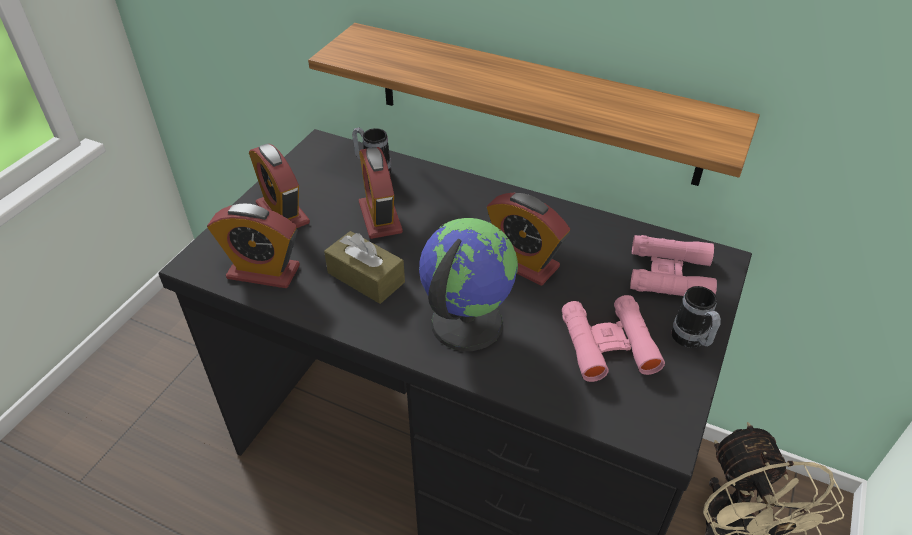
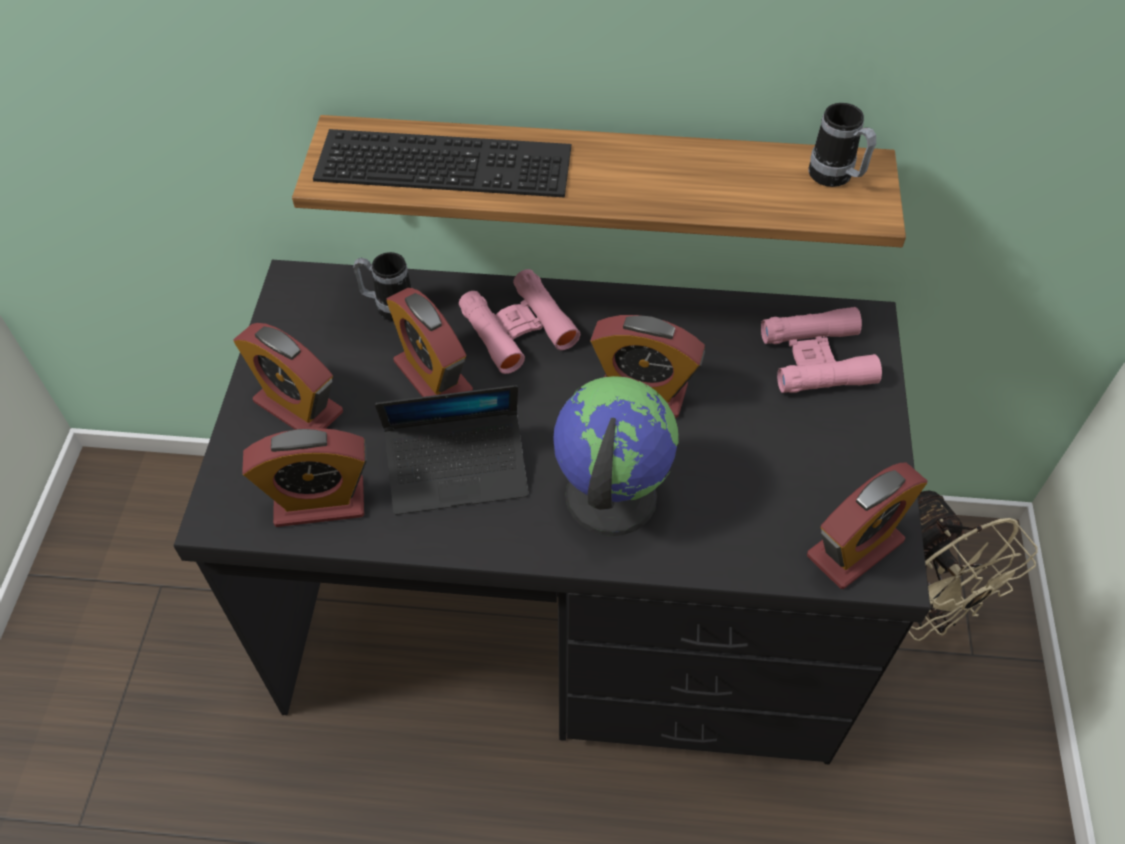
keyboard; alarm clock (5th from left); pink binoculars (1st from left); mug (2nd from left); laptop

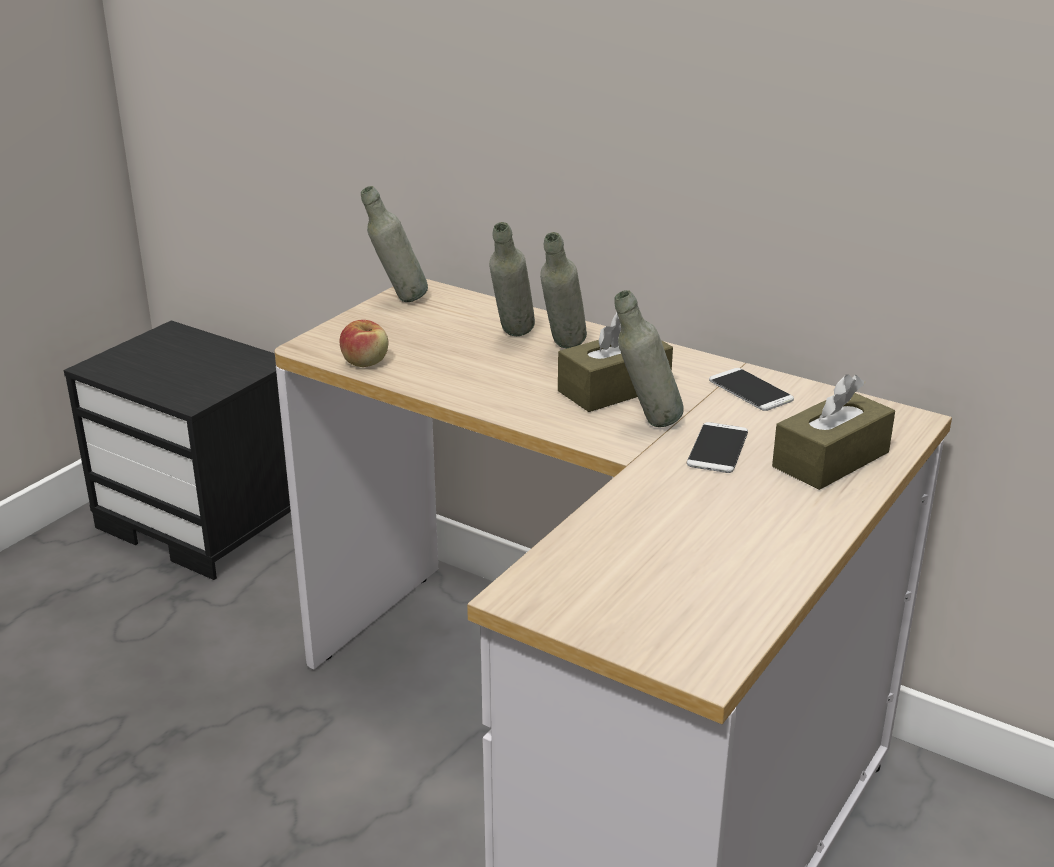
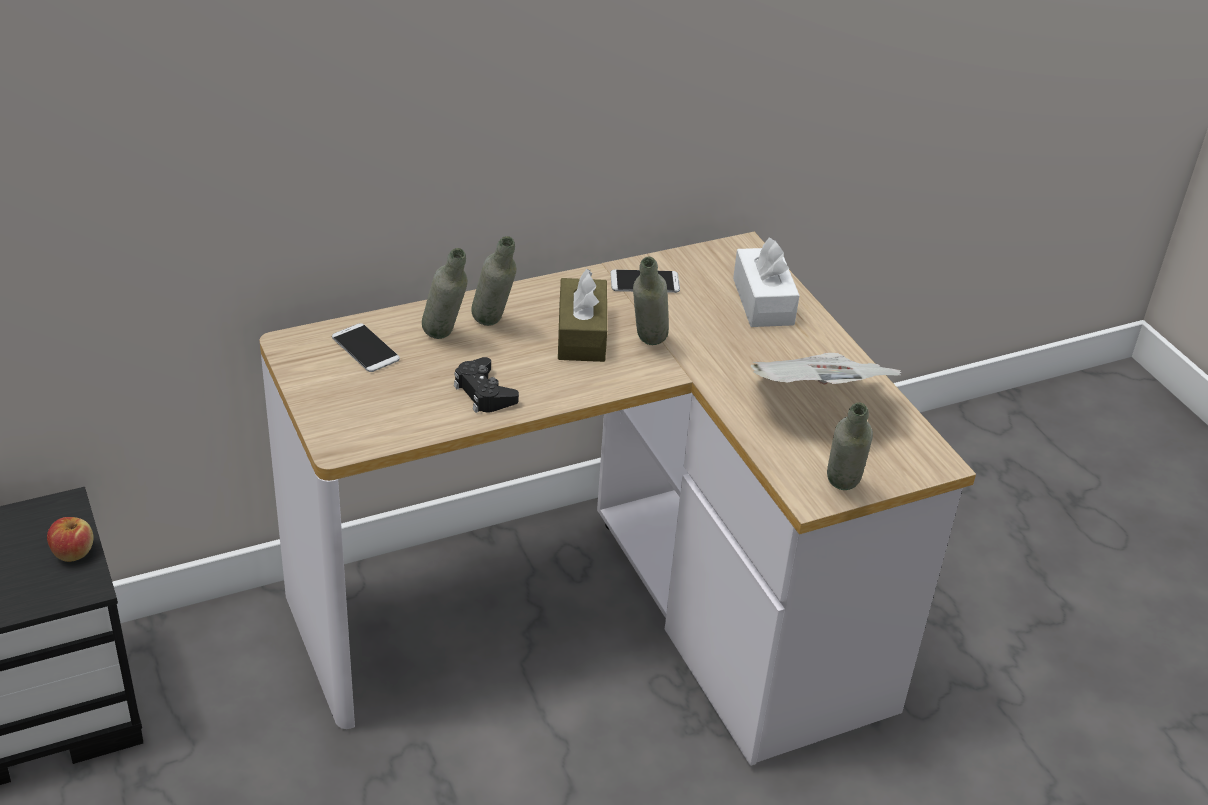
black game controller; newspaper; apple; grey bottle (4th from left); phone (1st from left); white tissue box

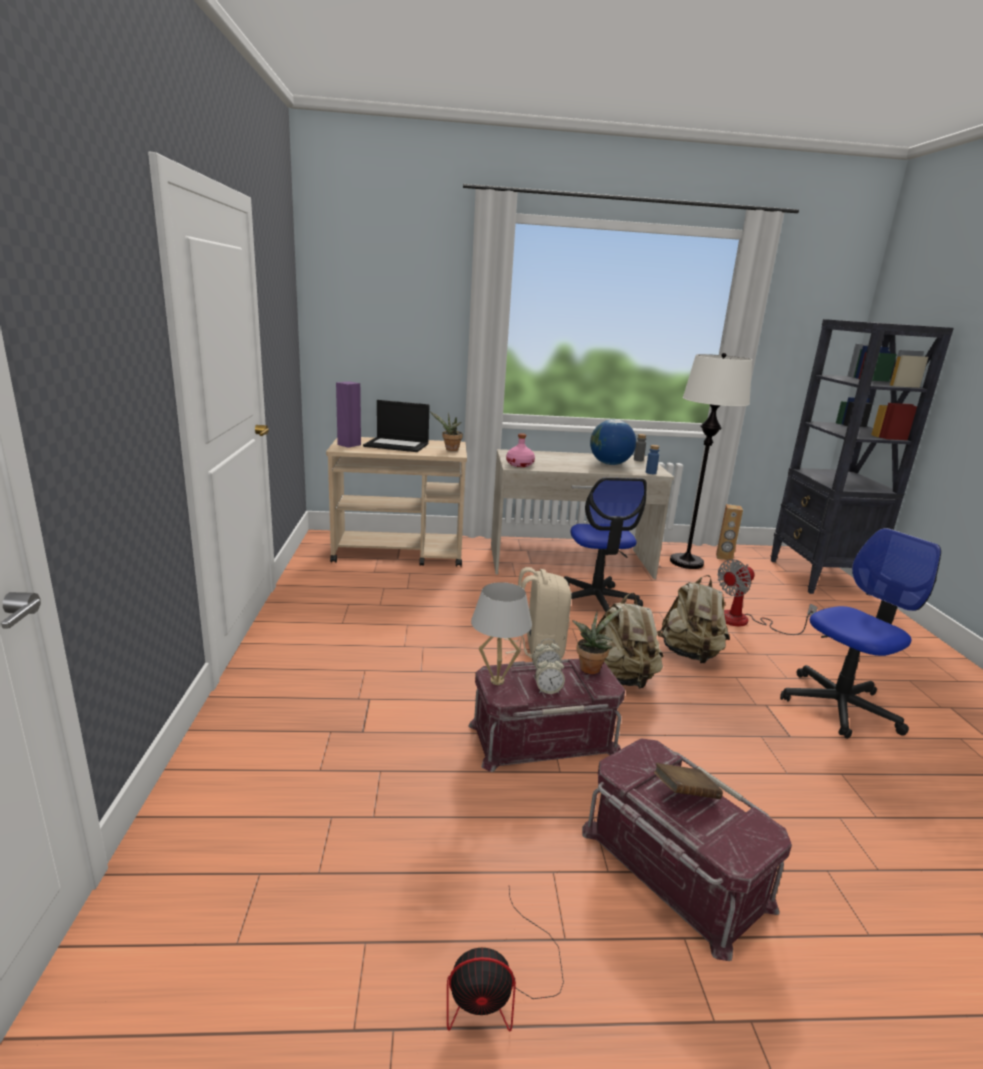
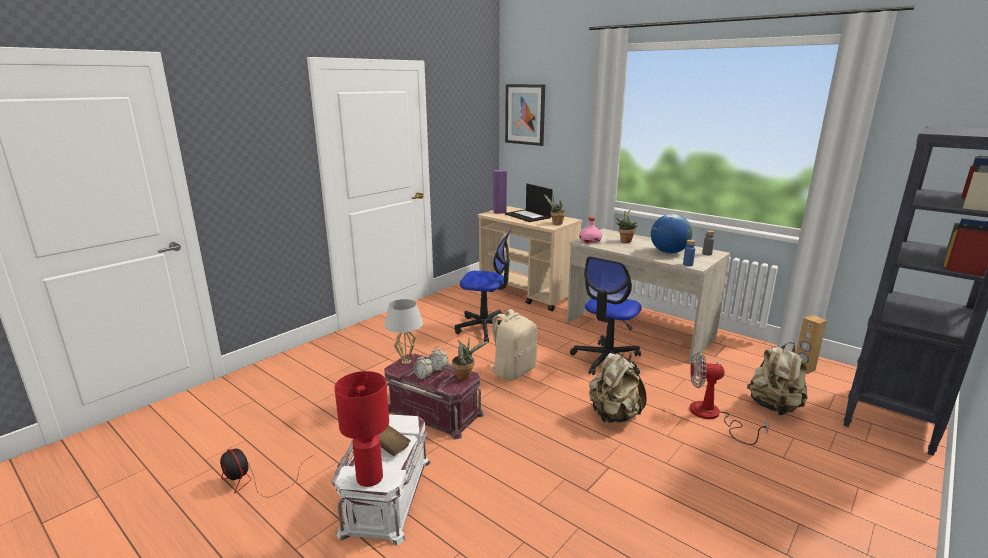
white floor lamp; red table lamp; picture; potted plant (3rd from left); beige backpack (3rd from left); office chair (1st from left); white storage box

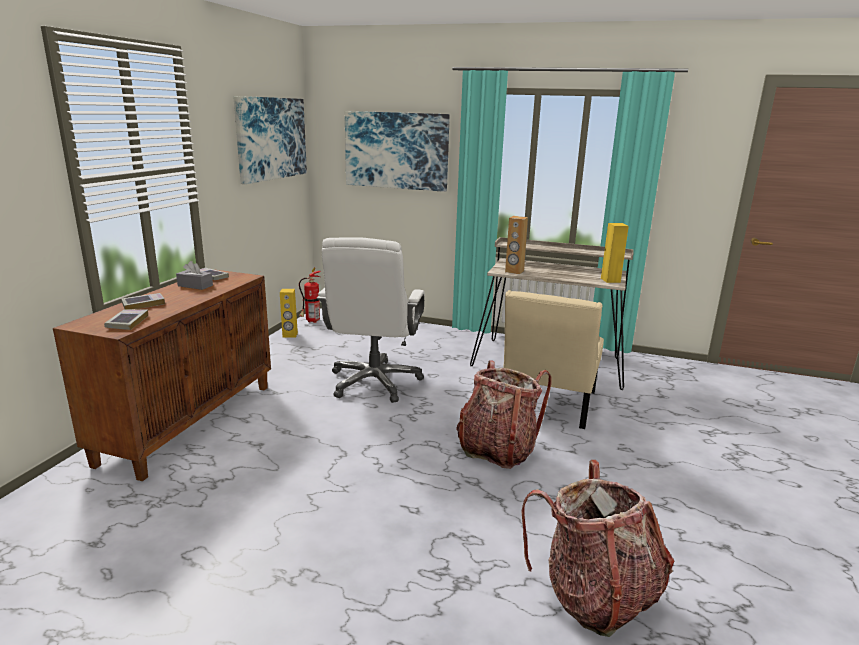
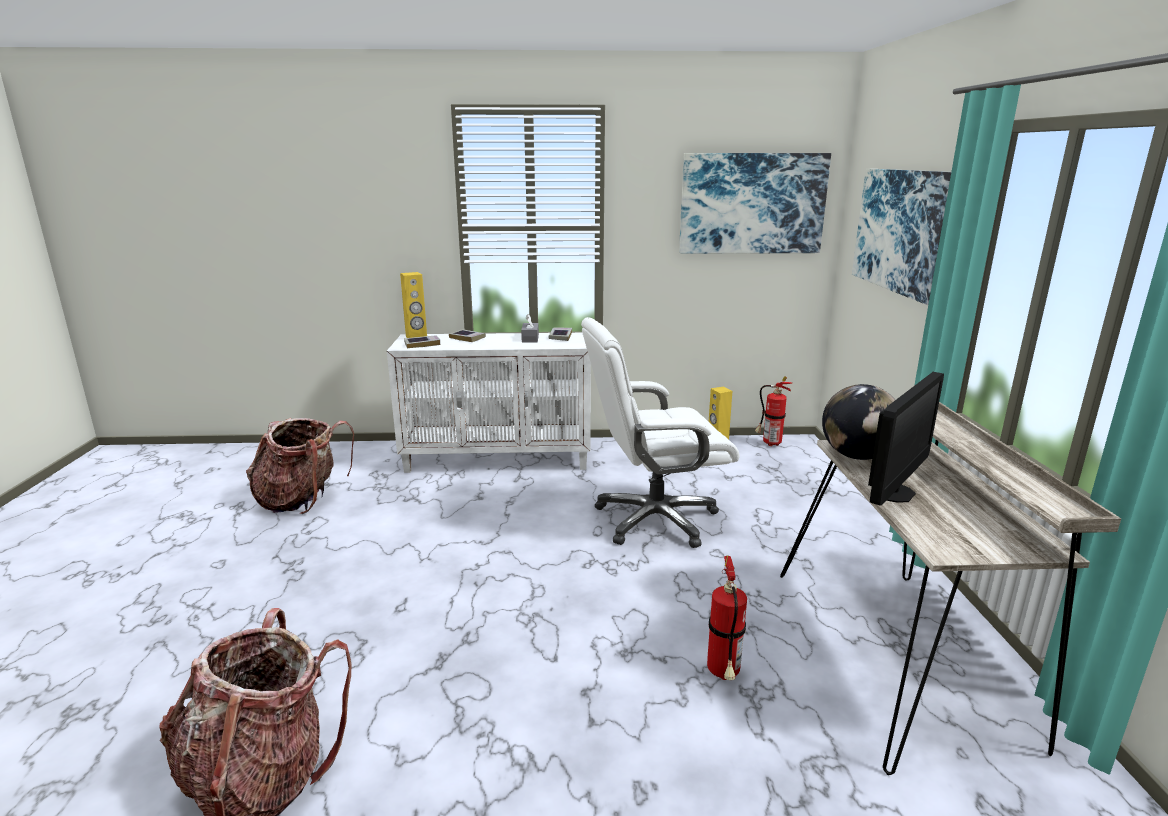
monitor; backpack (2nd from left); yellow speaker (1st from left); fire extinguisher (1st from left); globe; white cabinet

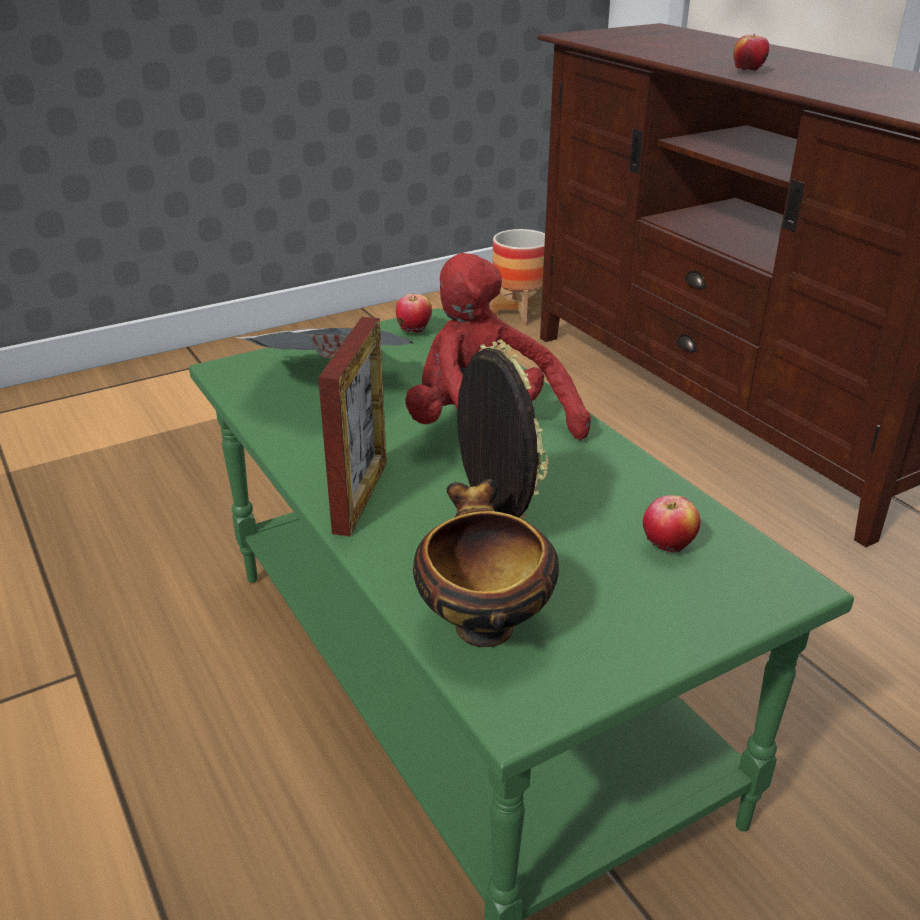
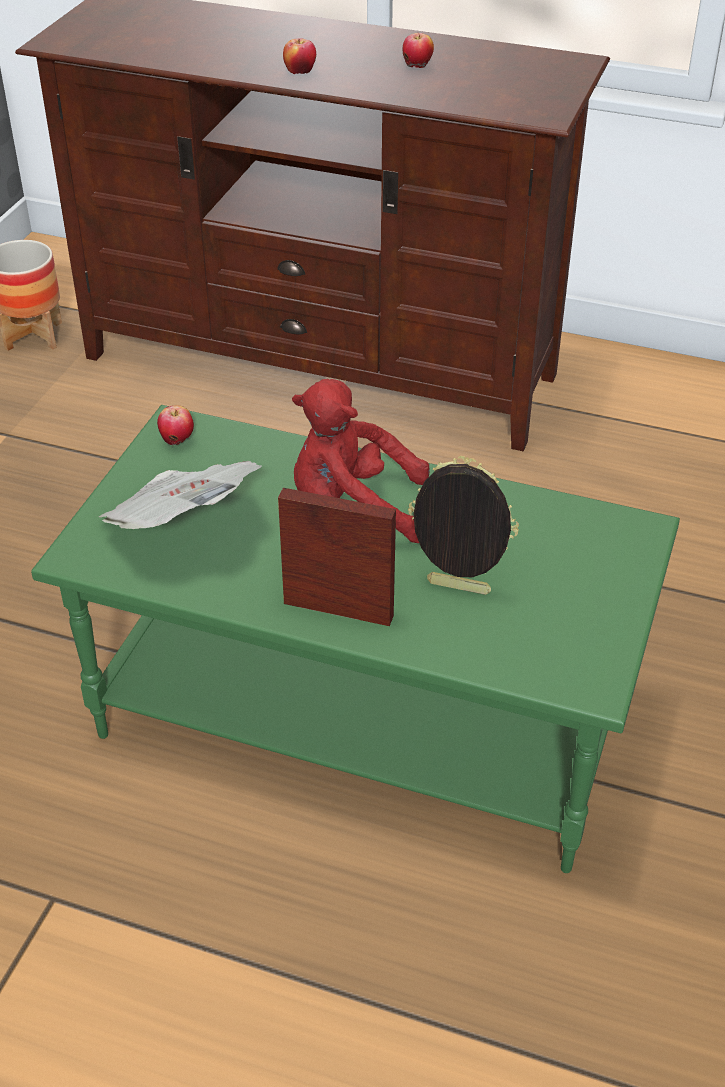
bowl; apple (3rd from left); picture frame (1st from left)

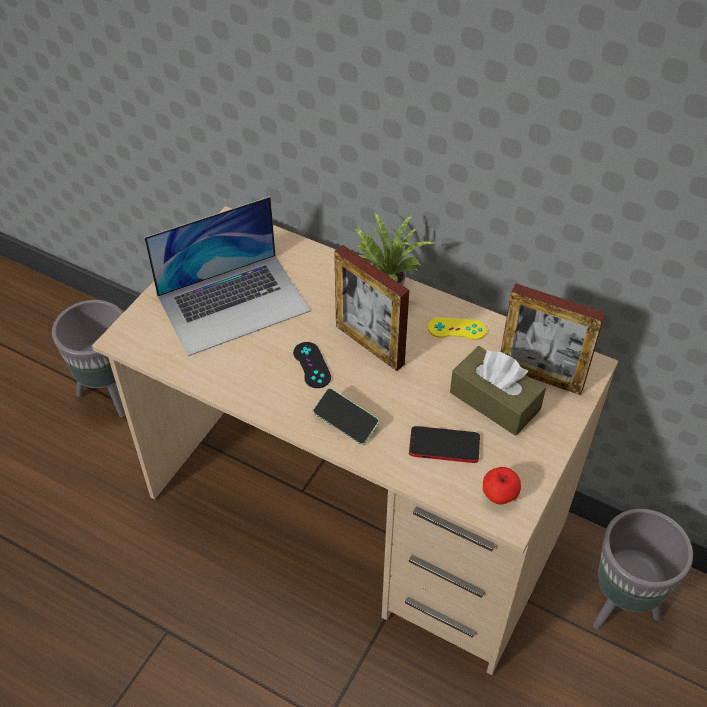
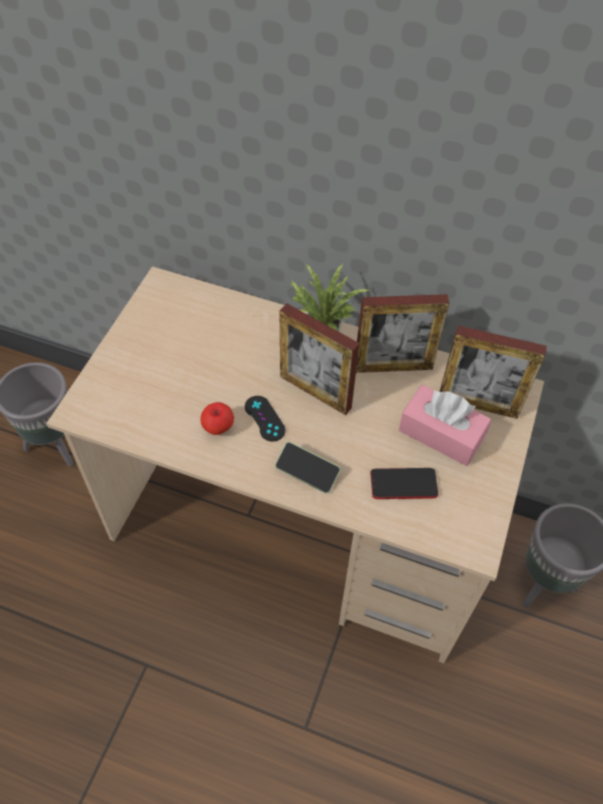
laptop; apple; picture frame (2nd from left); pink tissue box

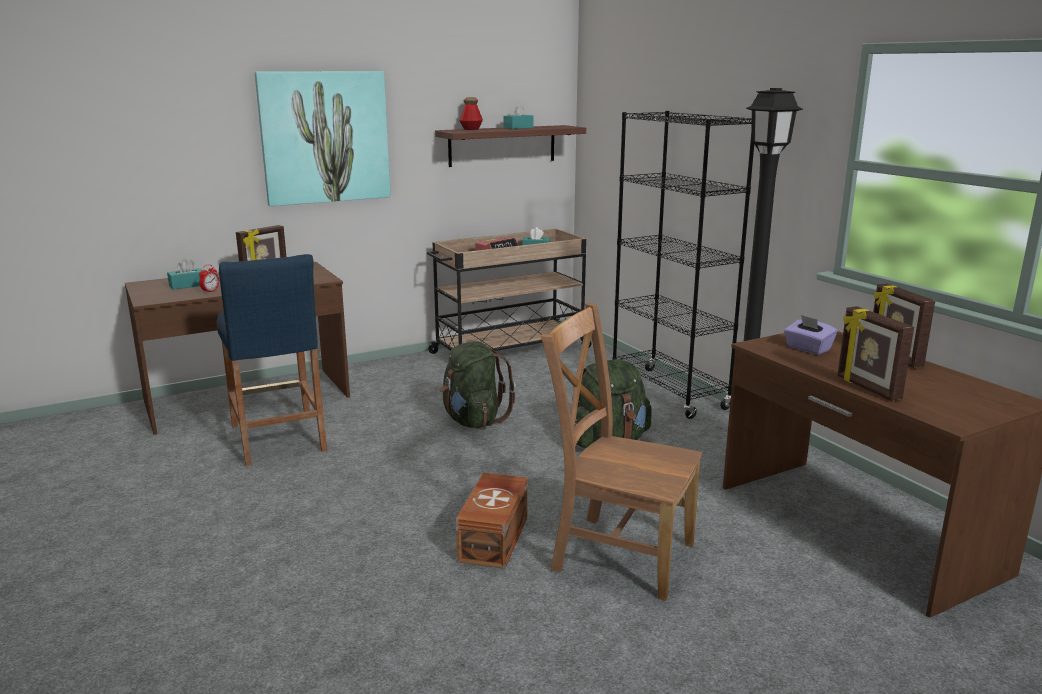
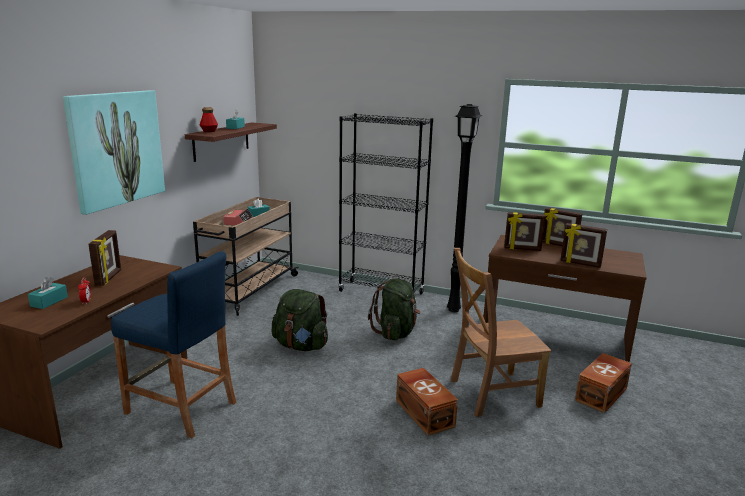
brown storage box (2nd from left); picture frame (2nd from left)

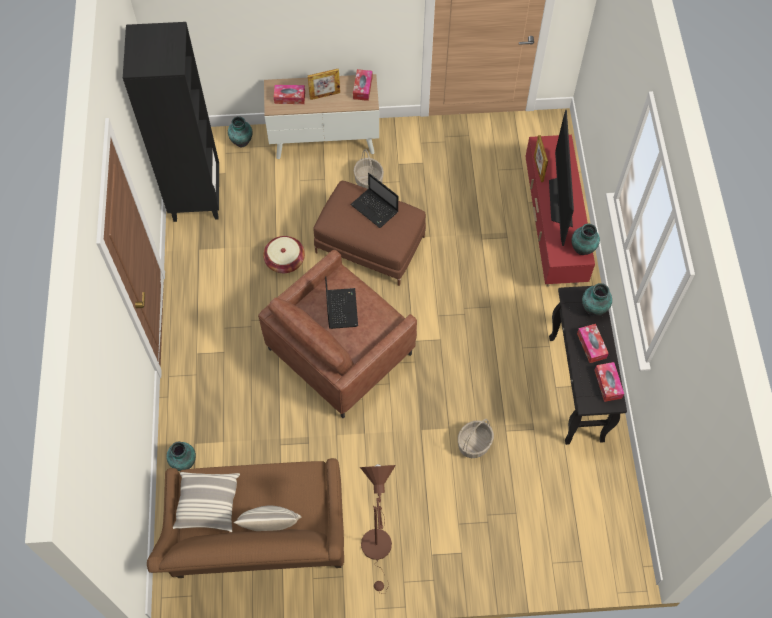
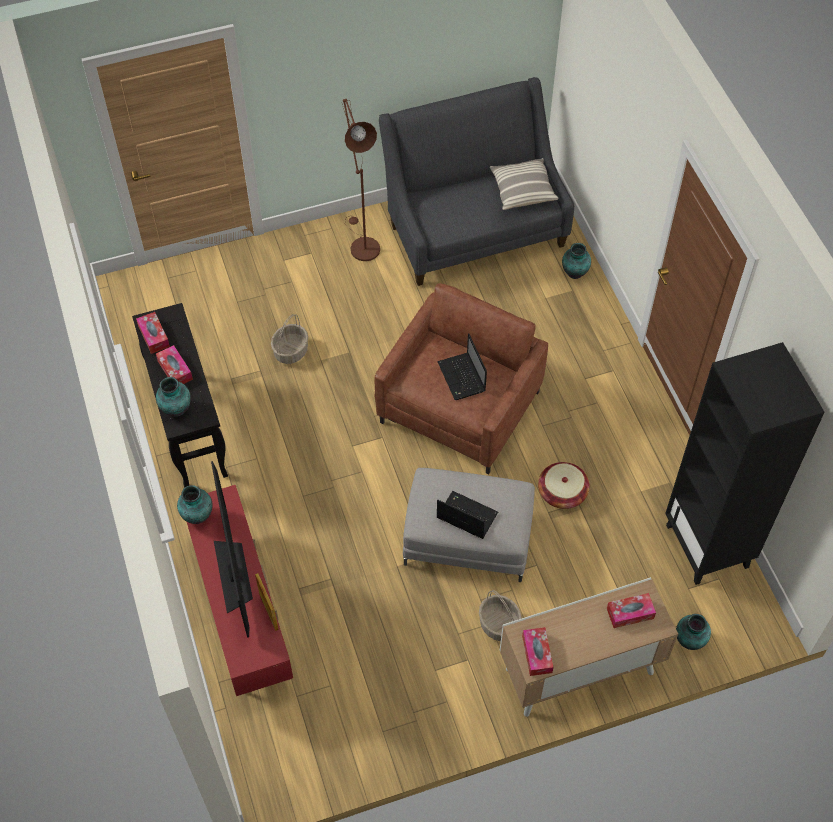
pillow (2nd from left in the first image); picture frame (1st from left in the first image); grey sofa; grey ottoman

